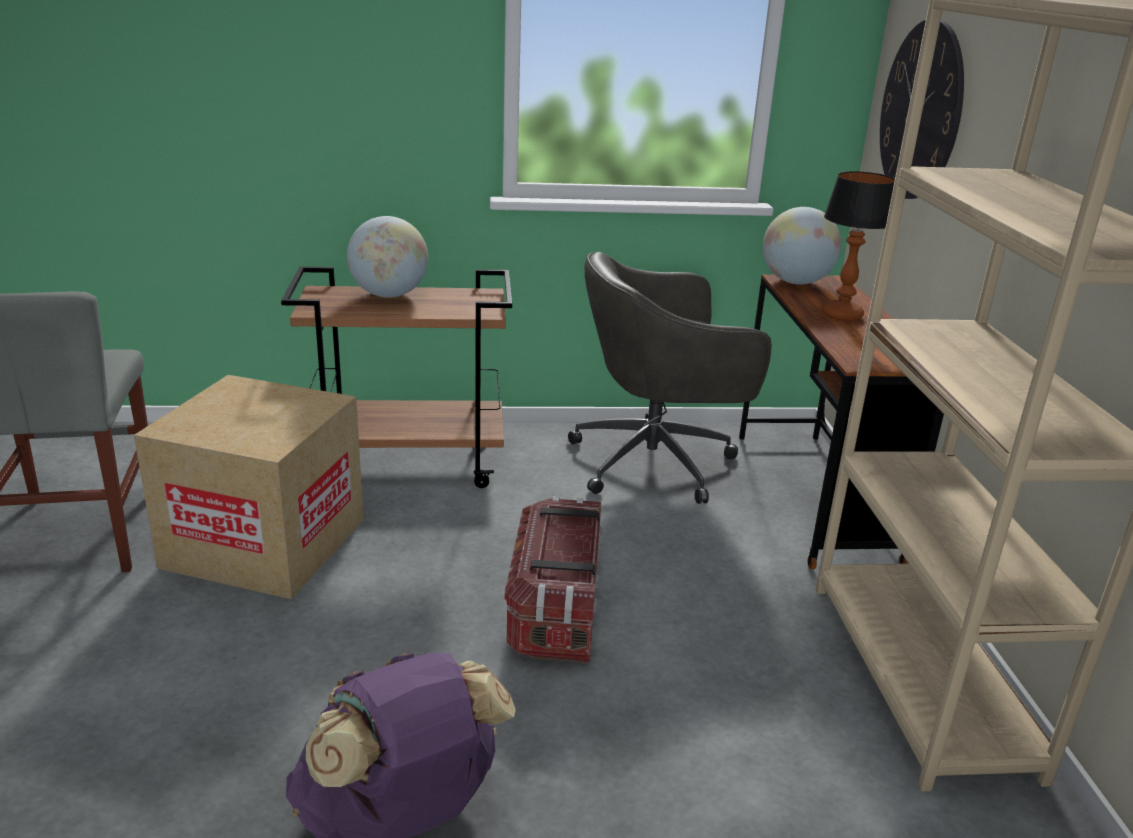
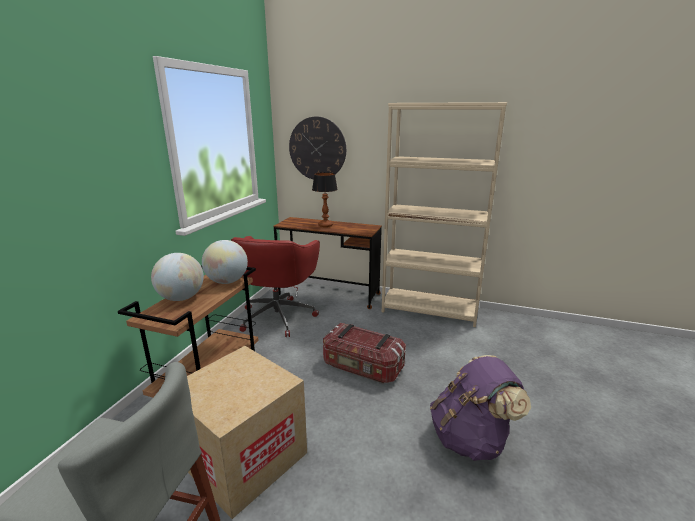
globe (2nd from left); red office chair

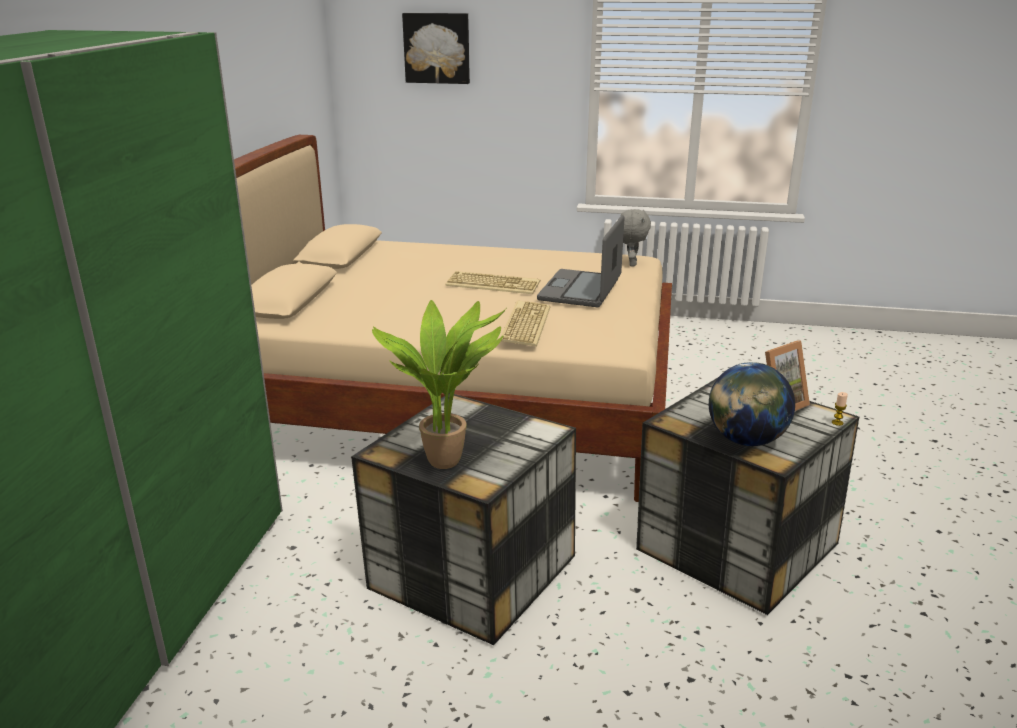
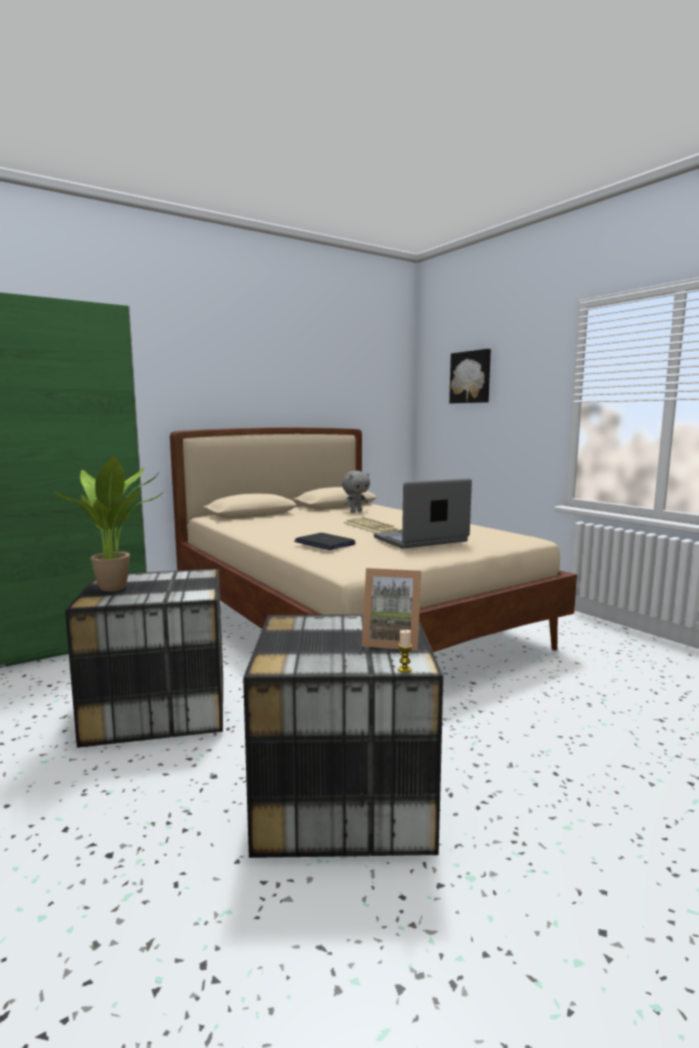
globe; grey plush toy; laptop (1st from left)

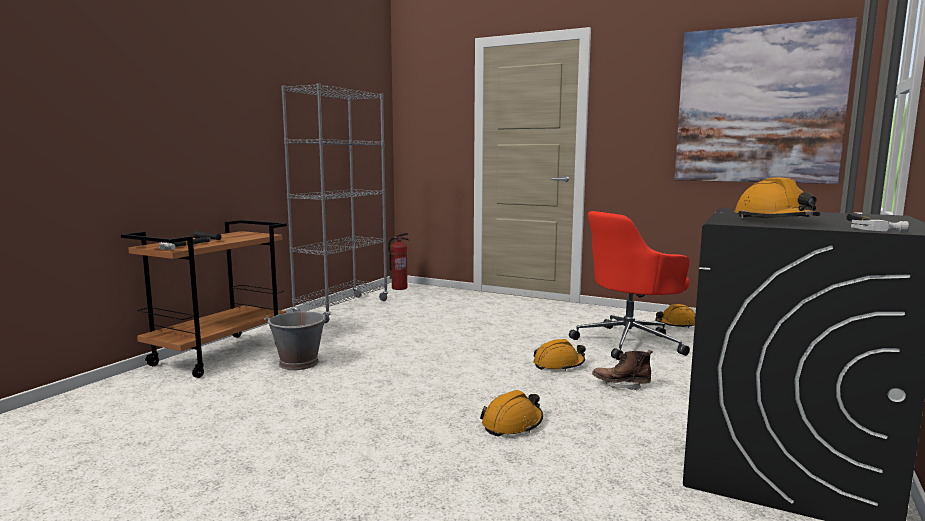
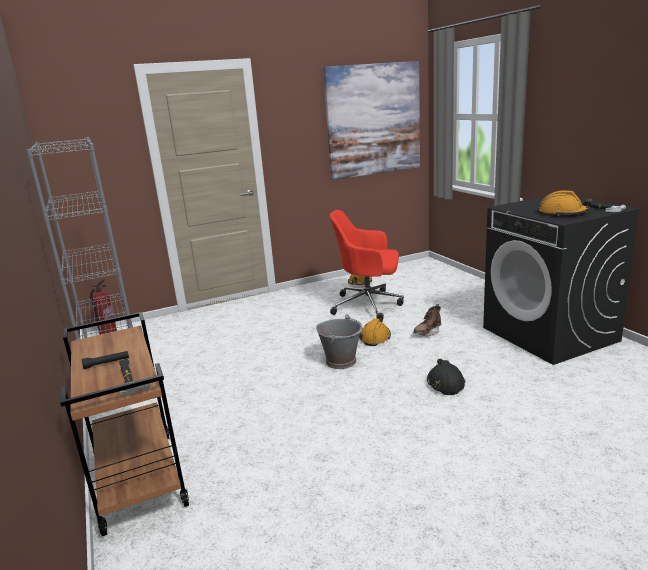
grey bucket; black hard hat; red office chair

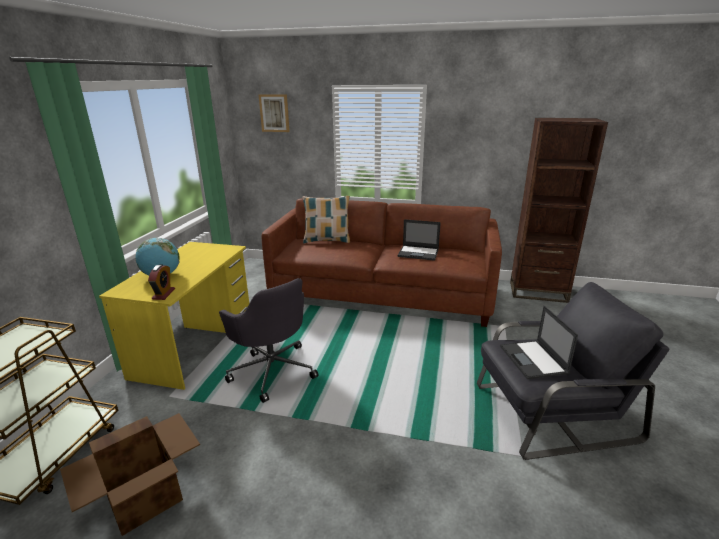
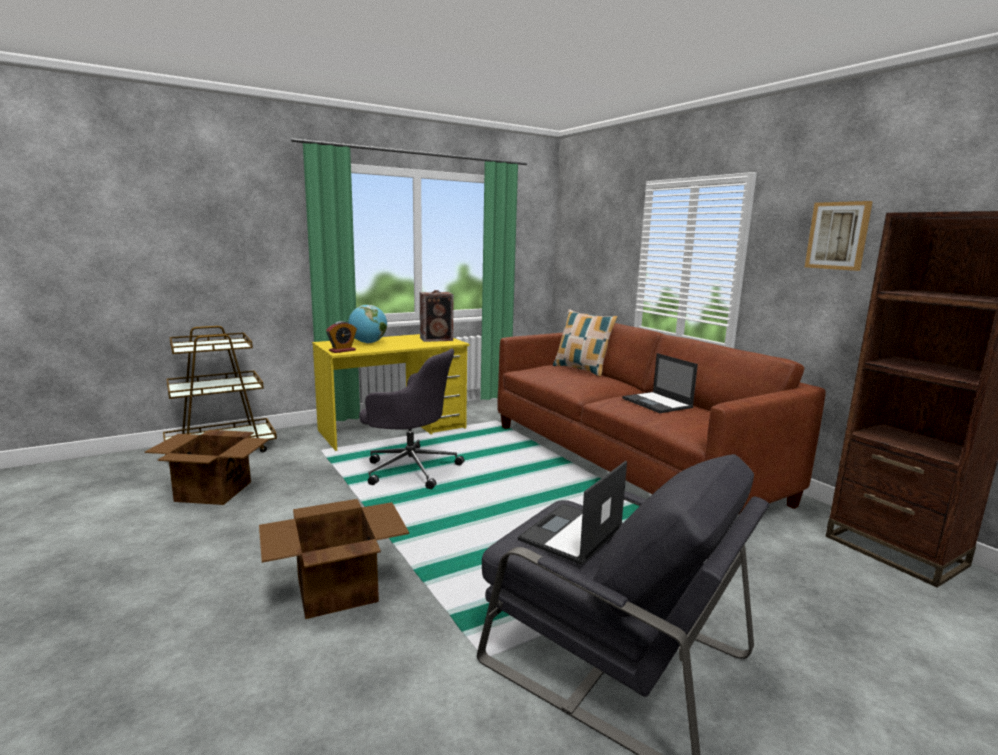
cardboard box (2nd from left); speaker; picture; grey office chair

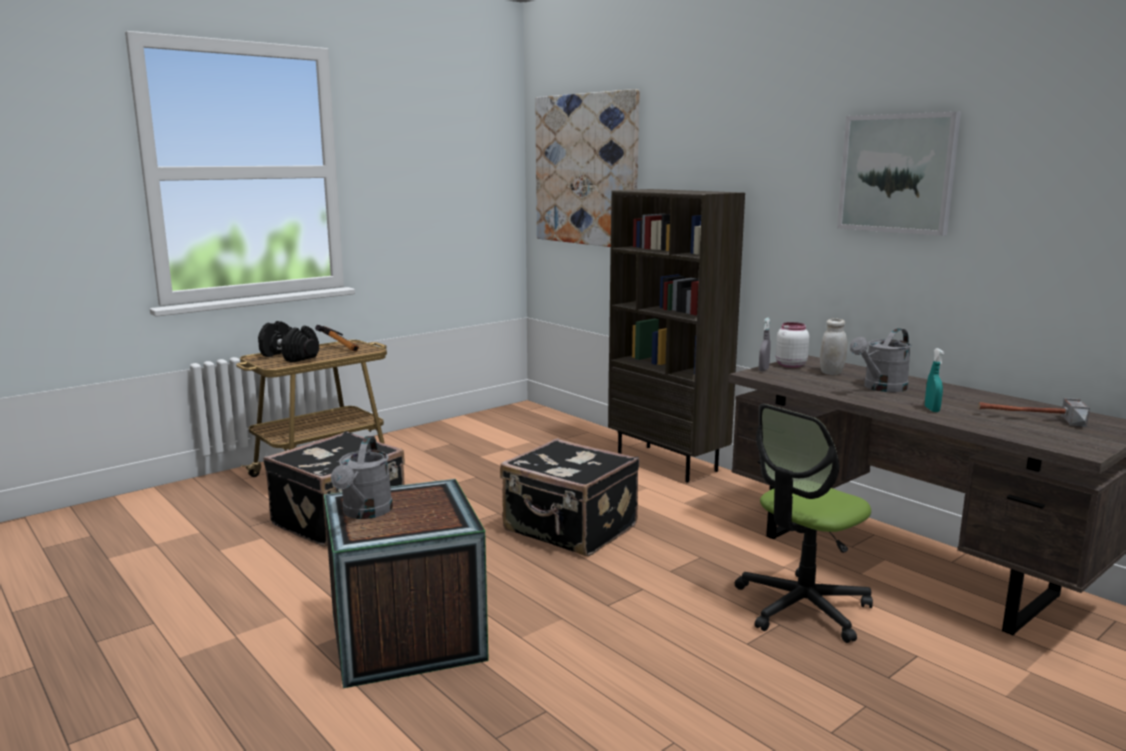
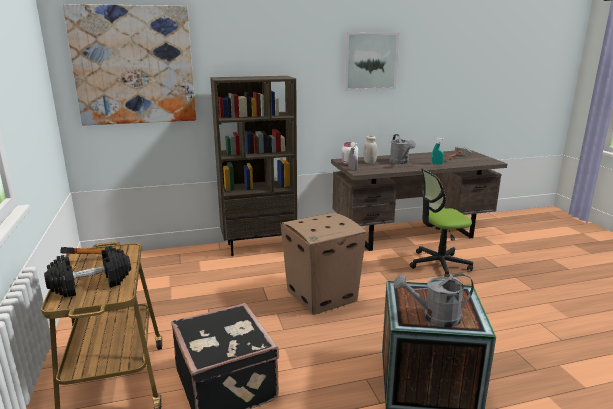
cardboard box; grey watering can (2nd from left); office chair

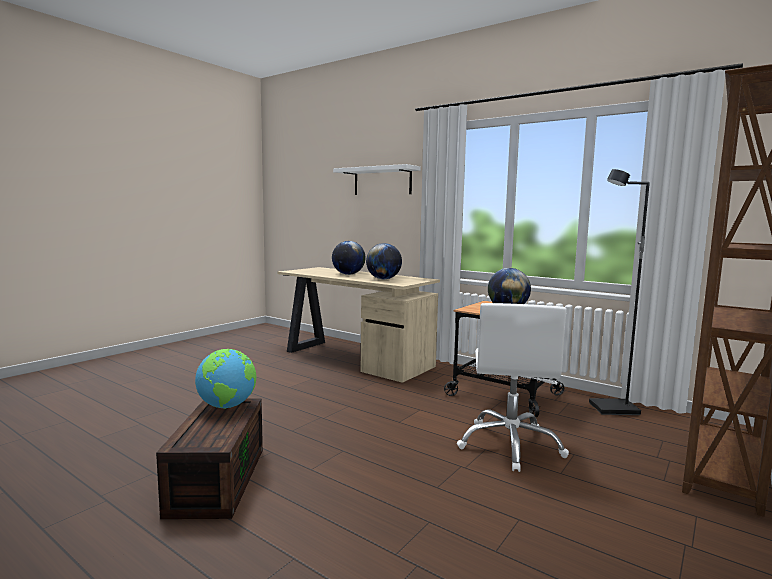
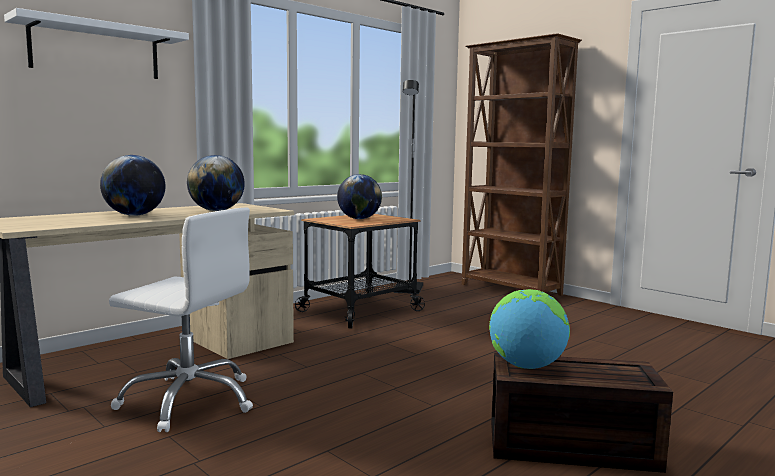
white office chair

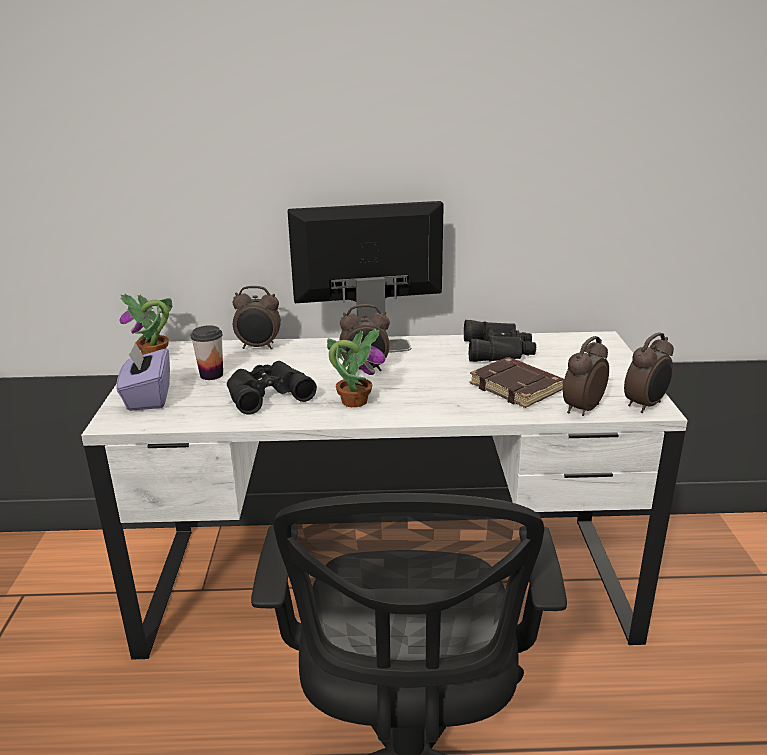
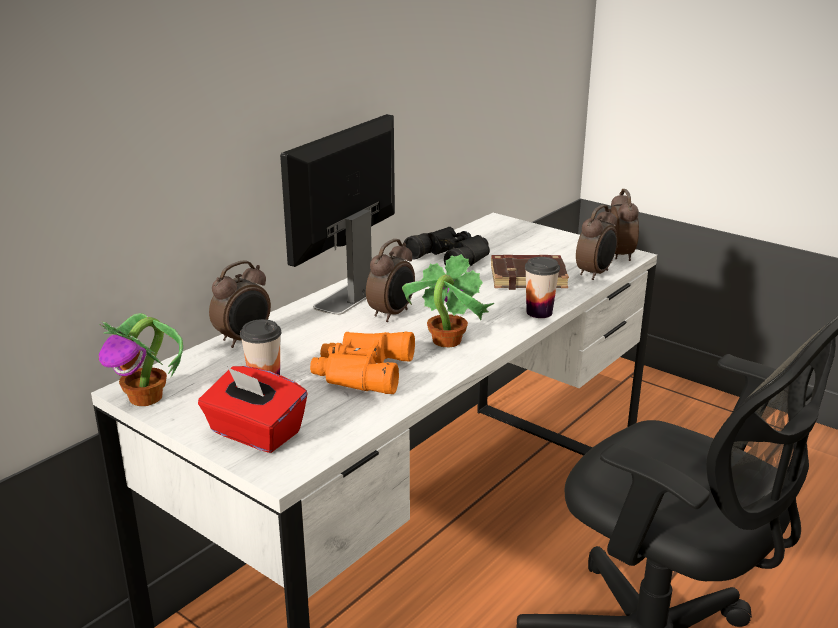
cup (2nd from left); red tissue box; orange binoculars; alarm clock (3rd from left)

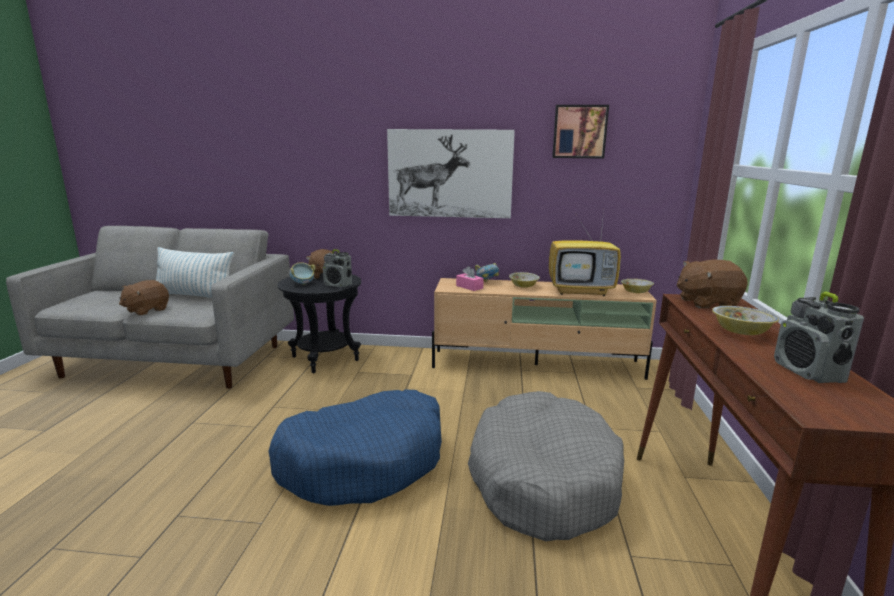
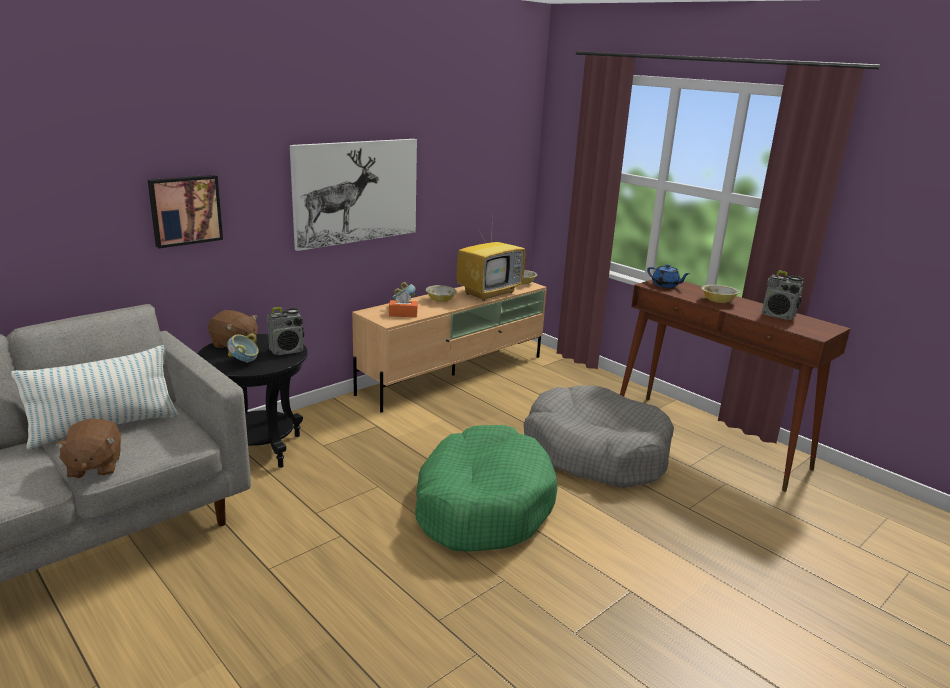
picture (1st from left); blue teapot; green dog bed; orange tissue box

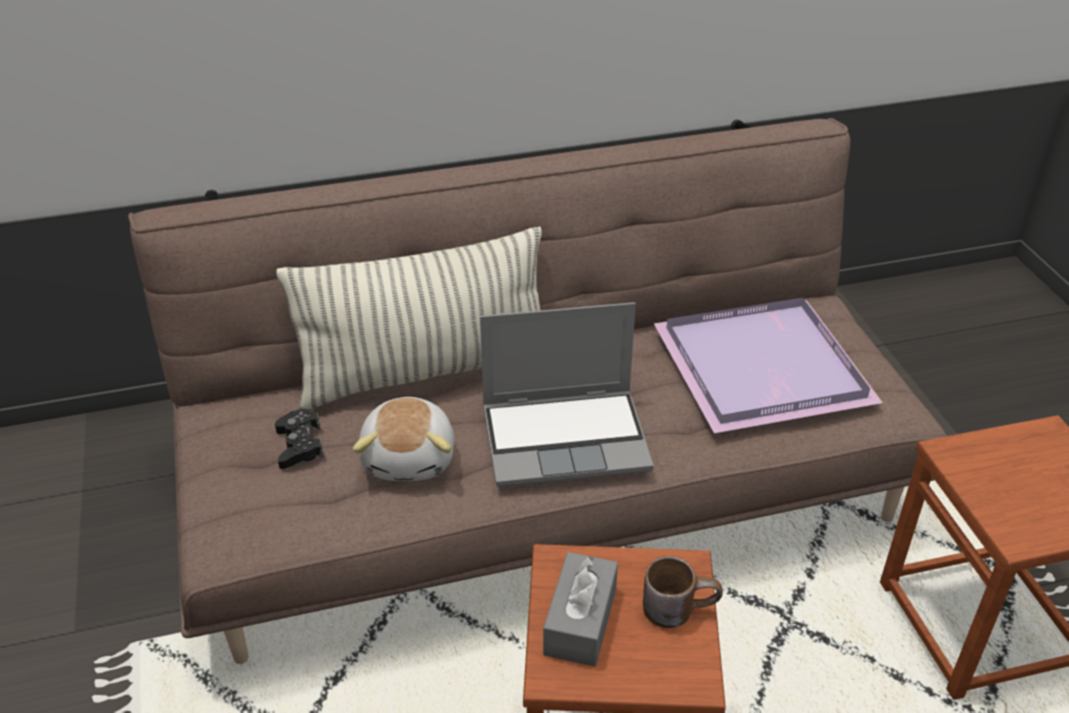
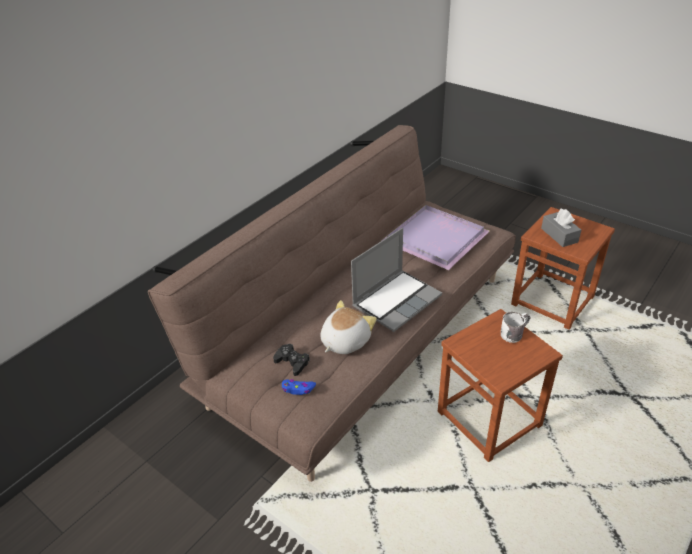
pillow; blue game controller; grey tissue box; white mug; plush toy

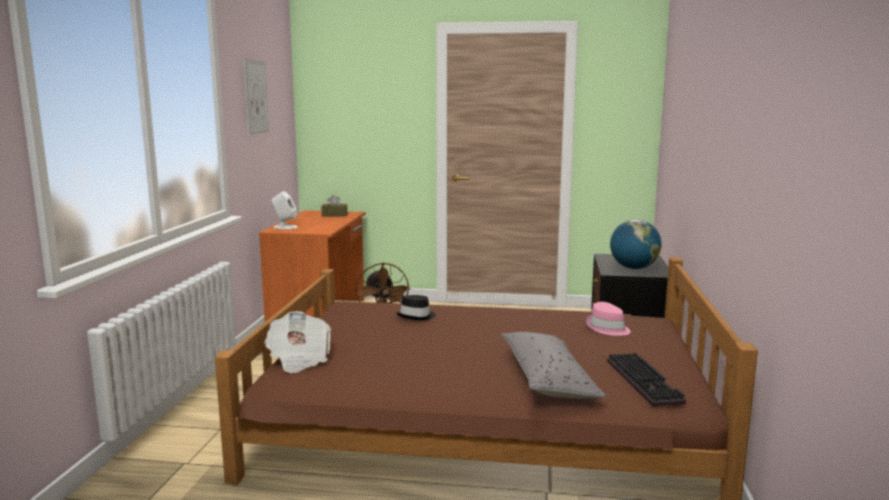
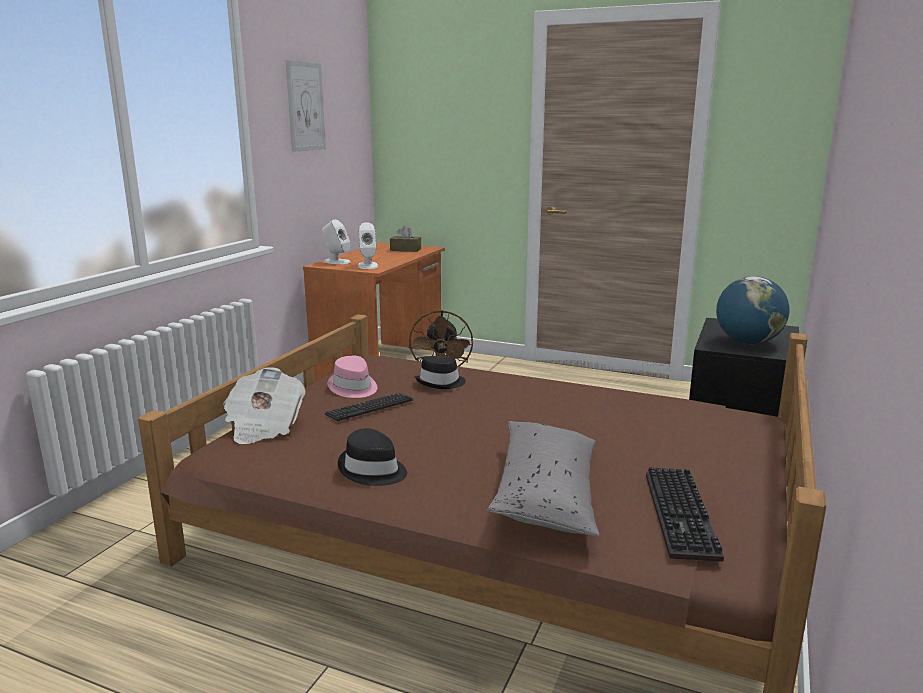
keyboard (1st from left); black hat (1st from left); white speaker (2nd from left); pink hat

